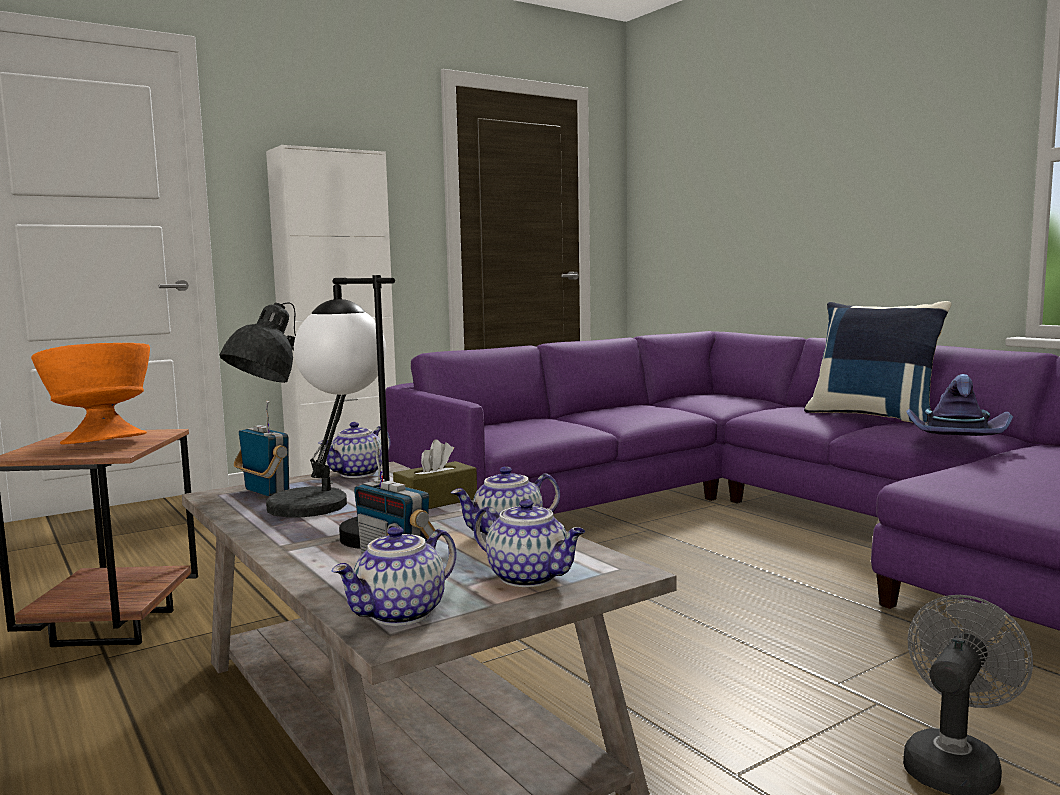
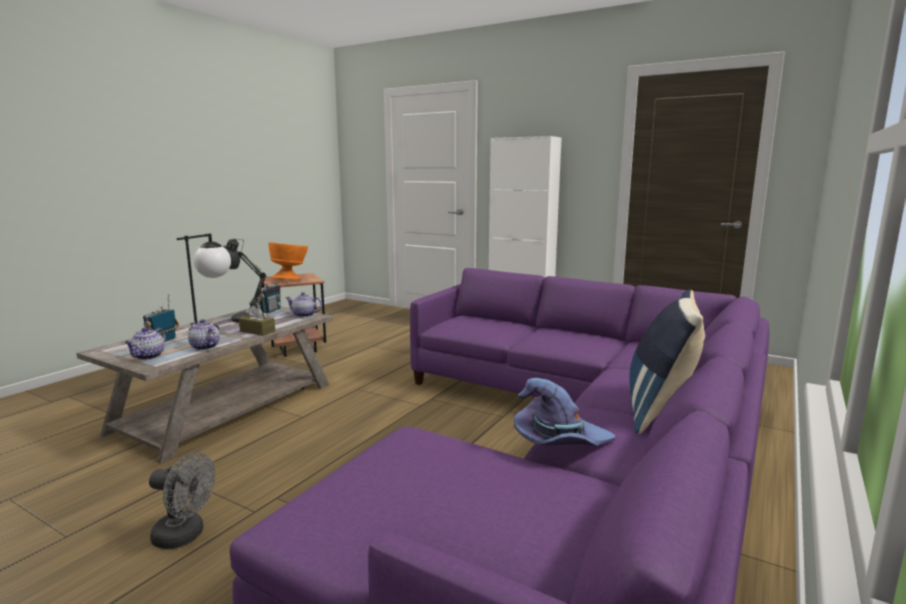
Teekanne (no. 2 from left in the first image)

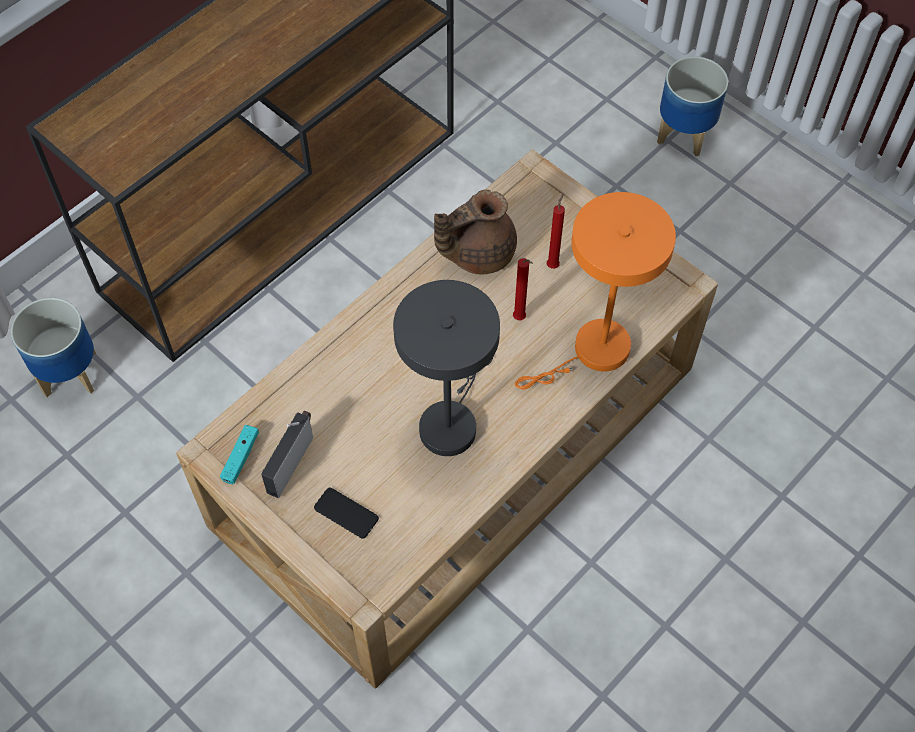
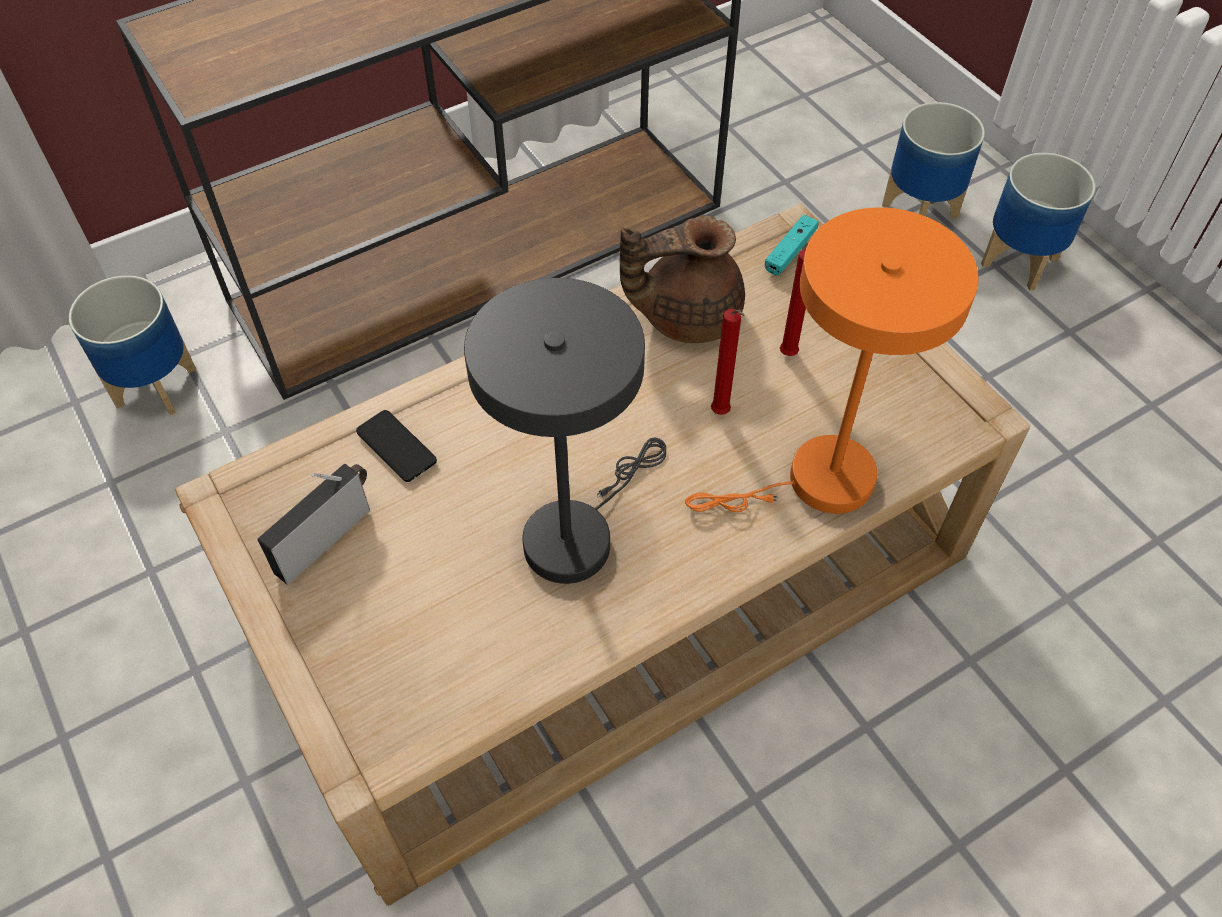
Pflanzkübel (no. 2 from left); Gamepad (türkis); Handy

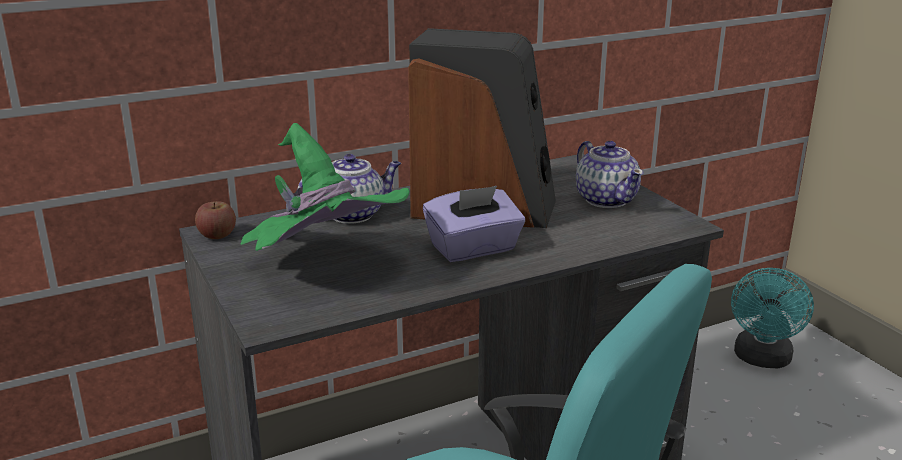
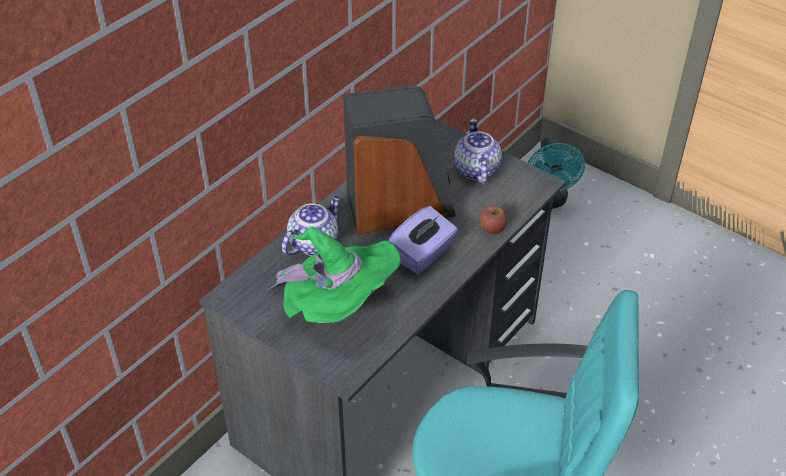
Apfel; Teekanne (no. 2 from left)

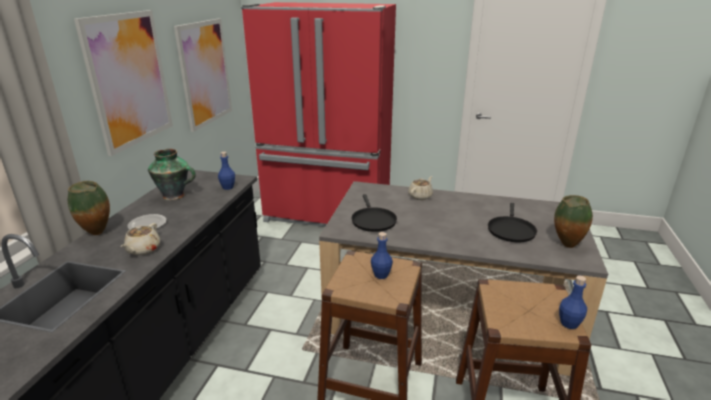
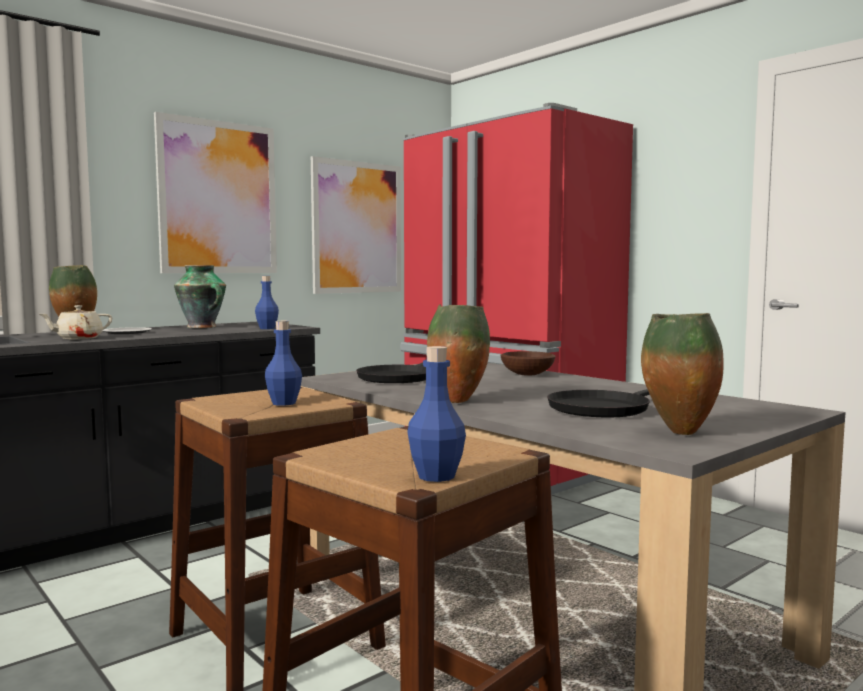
Vase (no. 3 from left); Schüssel (braun)

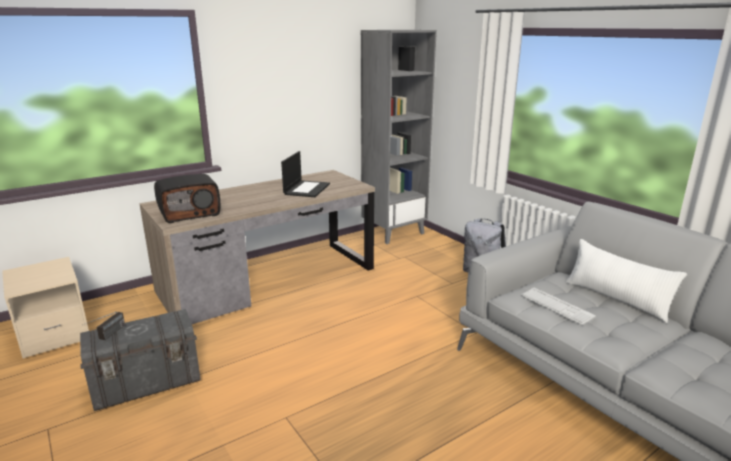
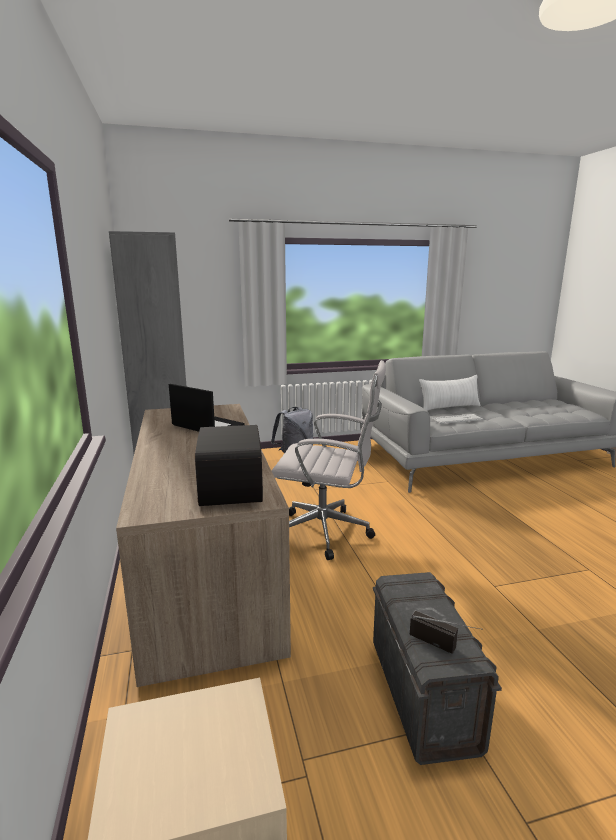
Bürostuhl (weiß)

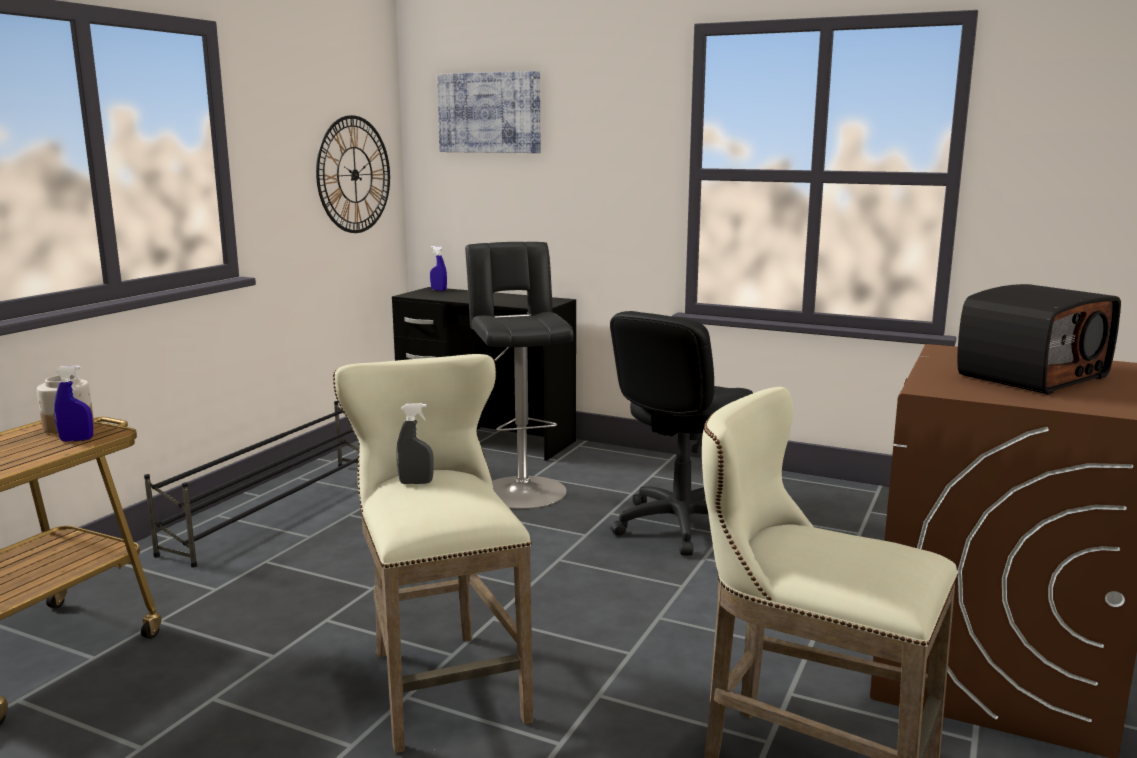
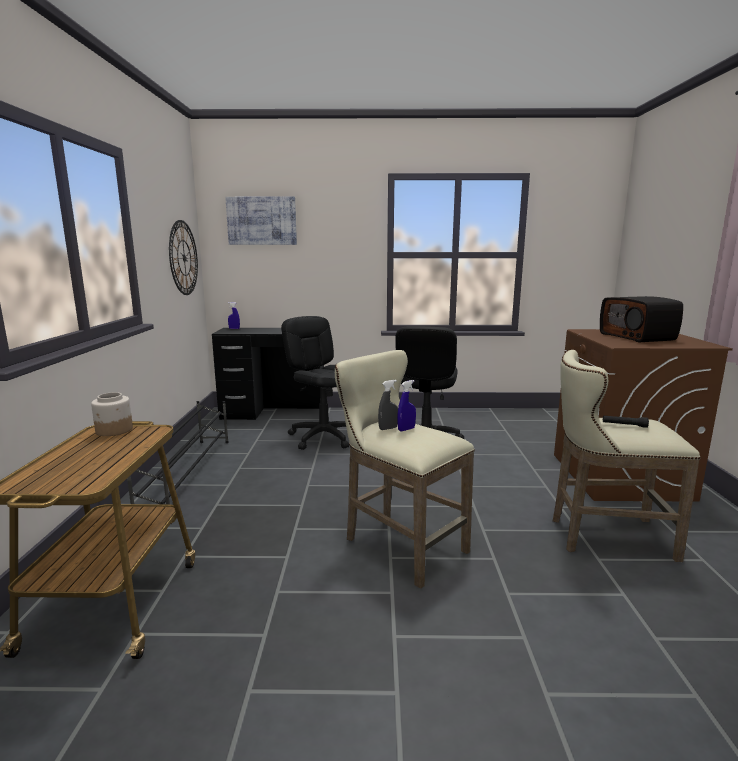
Taschenlampe (schwarz); Sprühflasche (blau) (no. 2 from left); Bürostuhl (schwarz) (no. 1 from left); Radio

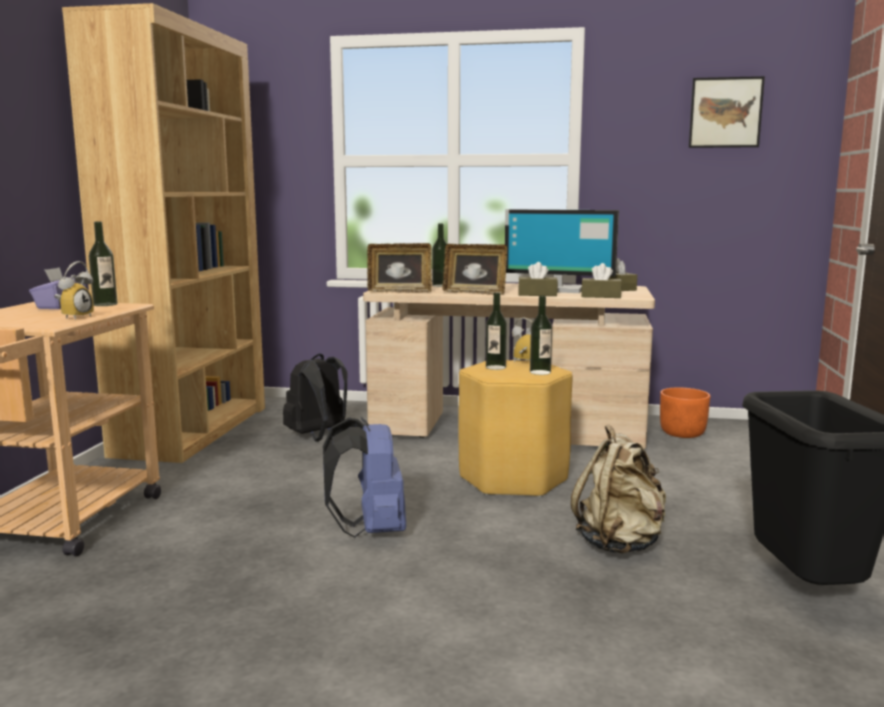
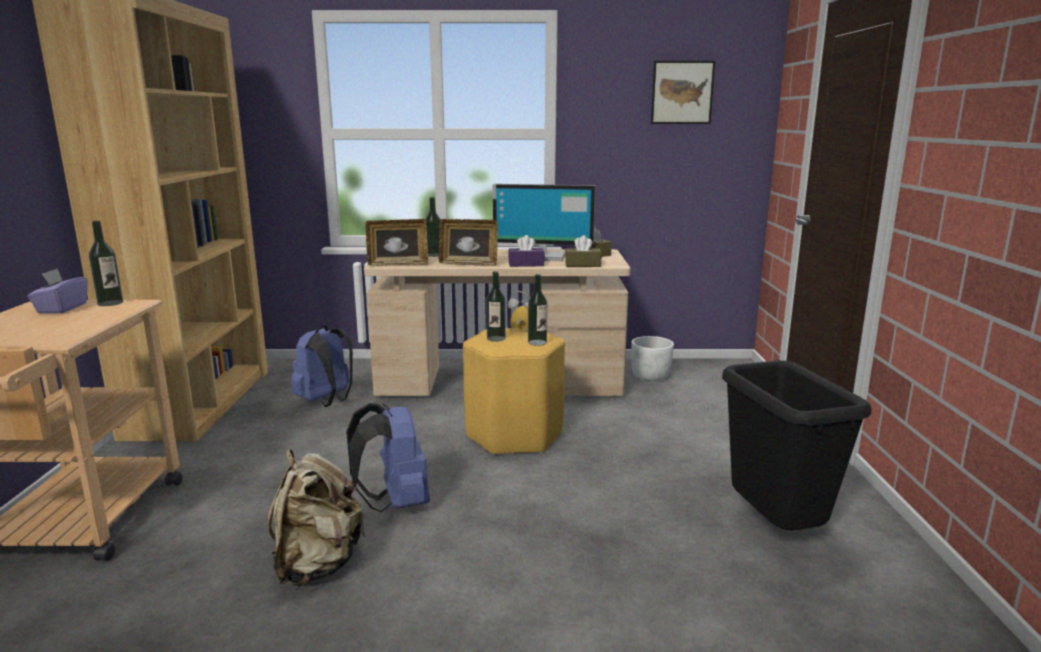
Wecker (no. 1 from left in the first image); Rucksack (beige); Rucksack (blau) (no. 1 from left); Taschentuchbox (lila) (no. 2 from left); Pflanzkübel (weiß)

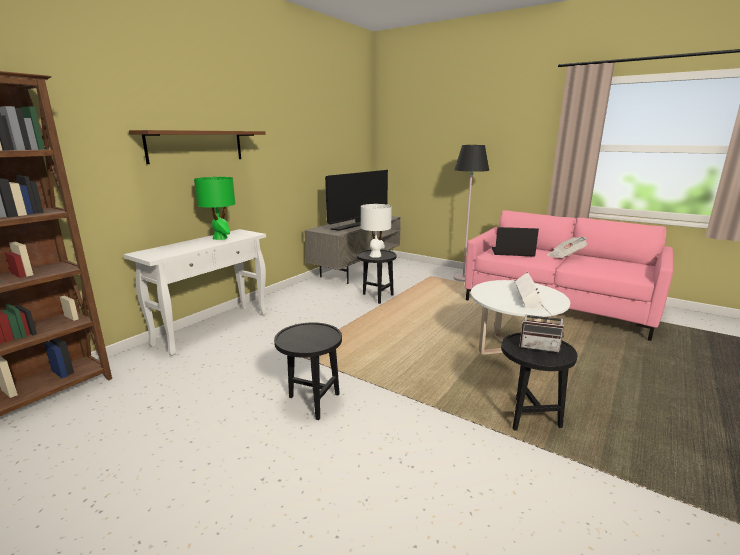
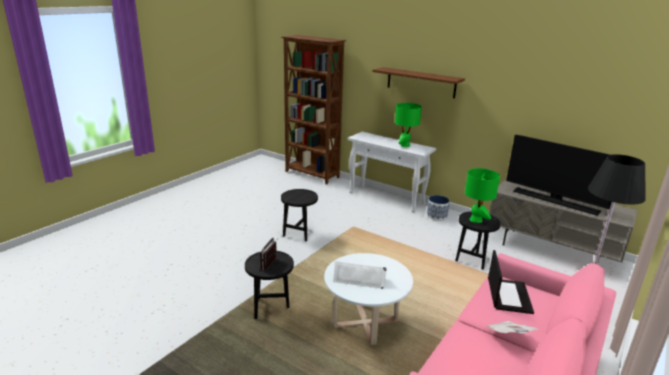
Pflanzkübel; Tischlampe (grün) (no. 2 from left)

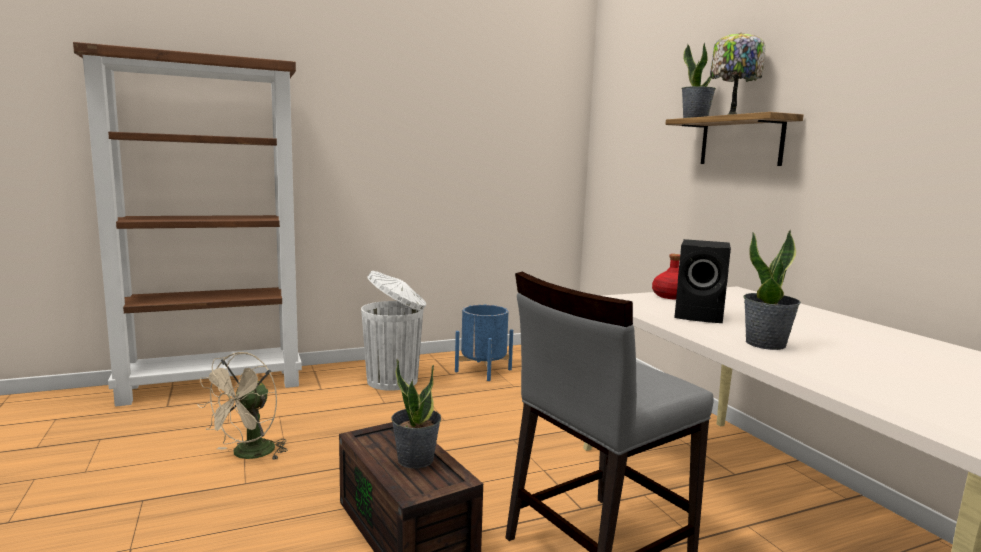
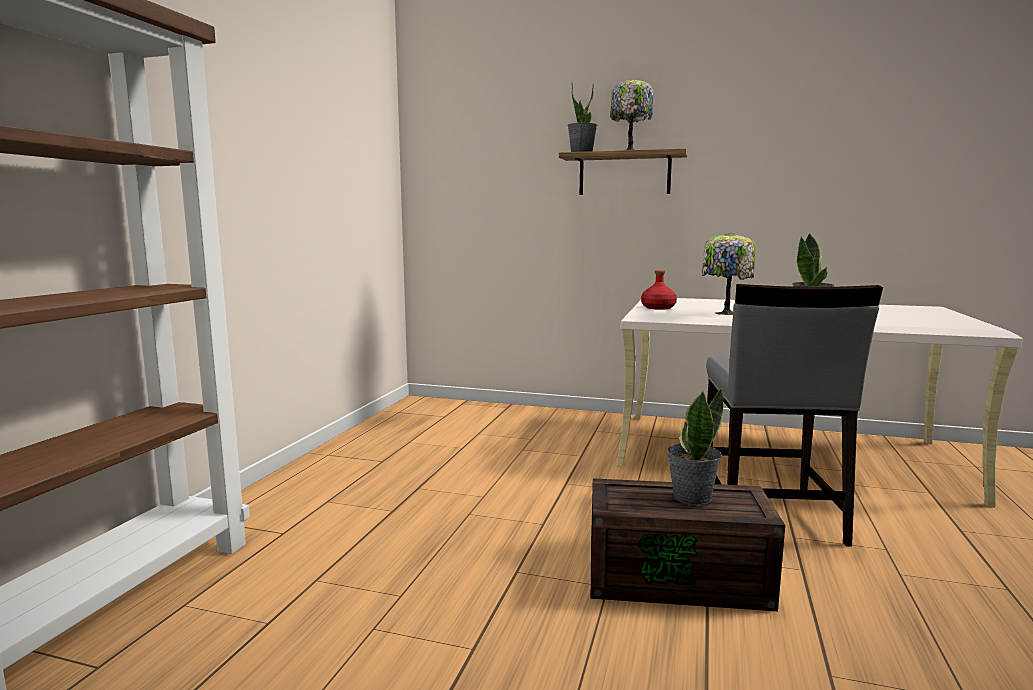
Ventilator (beige); Mülleimer (weiß); Pflanzkübel (blau); Tischlampe (no. 2 from left)

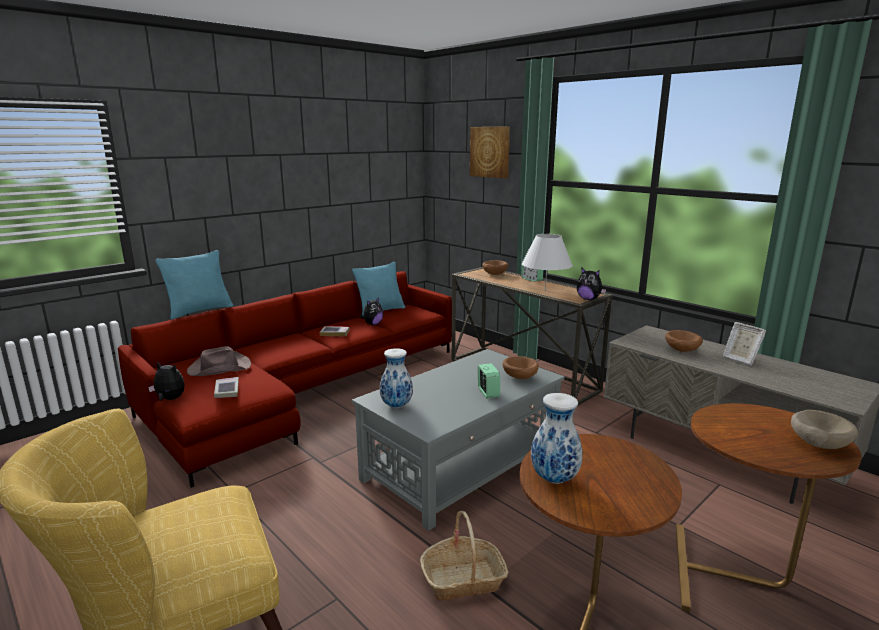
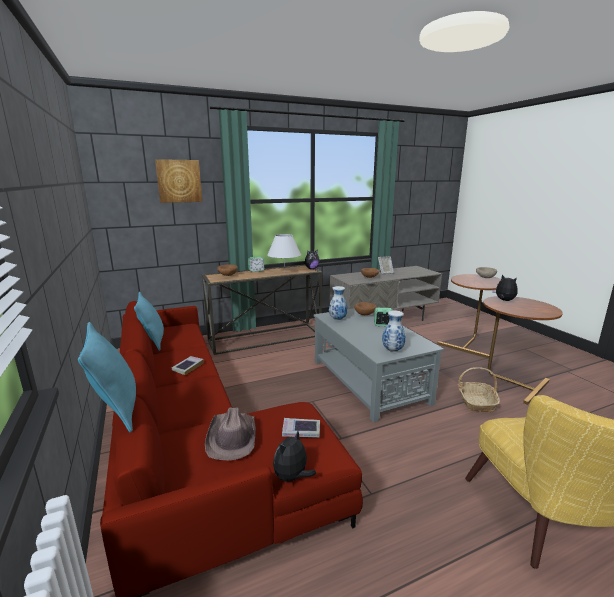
Plüschtier (no. 3 from left); Vase (no. 1 from left)

